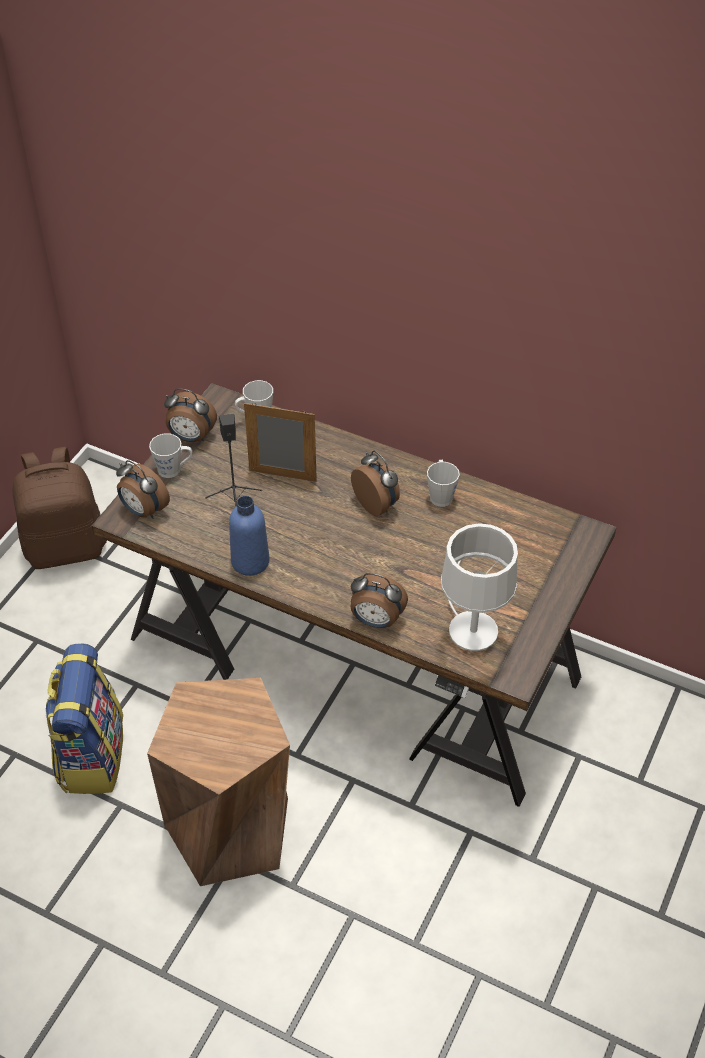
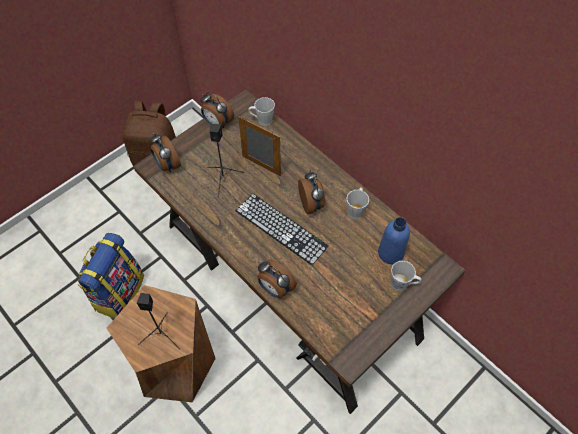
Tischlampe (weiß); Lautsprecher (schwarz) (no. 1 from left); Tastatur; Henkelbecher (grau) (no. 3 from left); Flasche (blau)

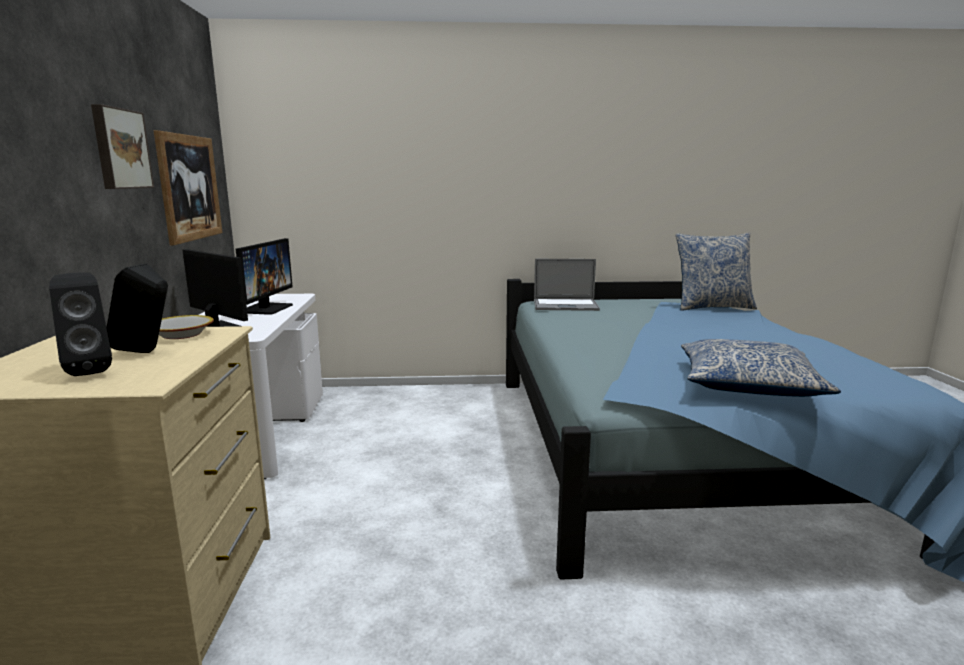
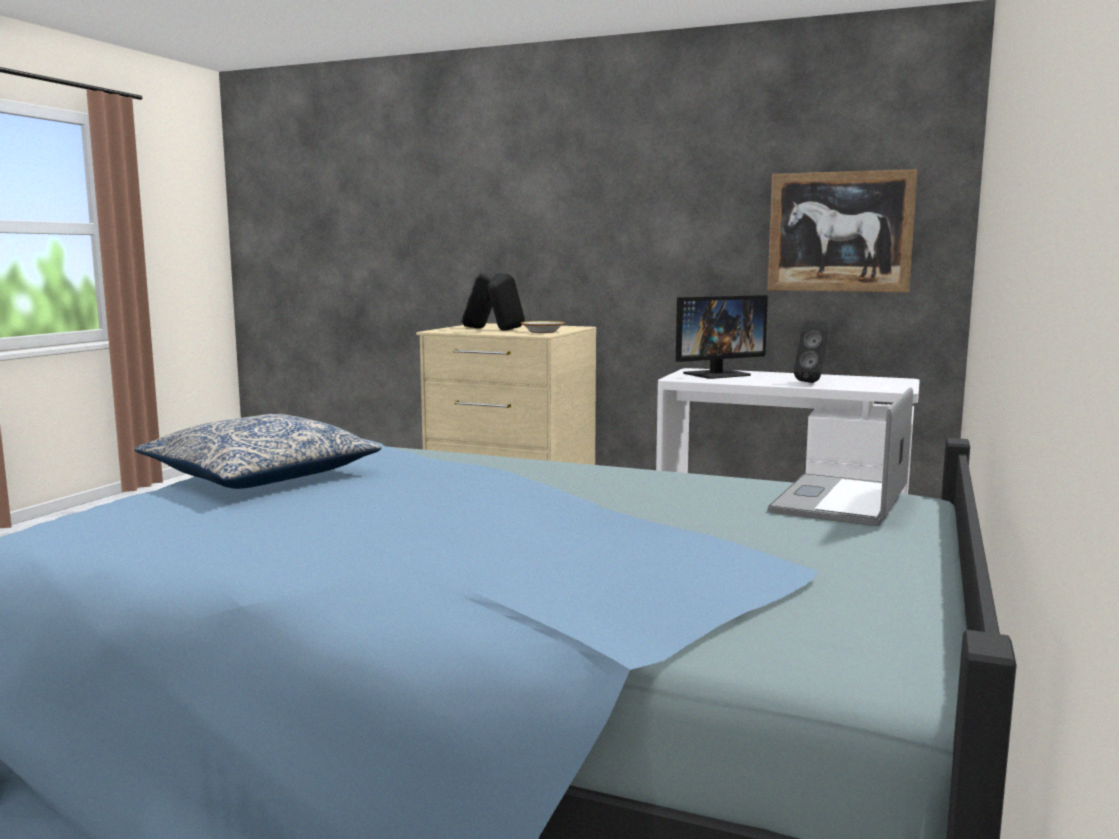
Bild (no. 1 from left in the first image); Kissen (no. 1 from left in the first image); Lautsprecher (schwarz) (no. 3 from left)

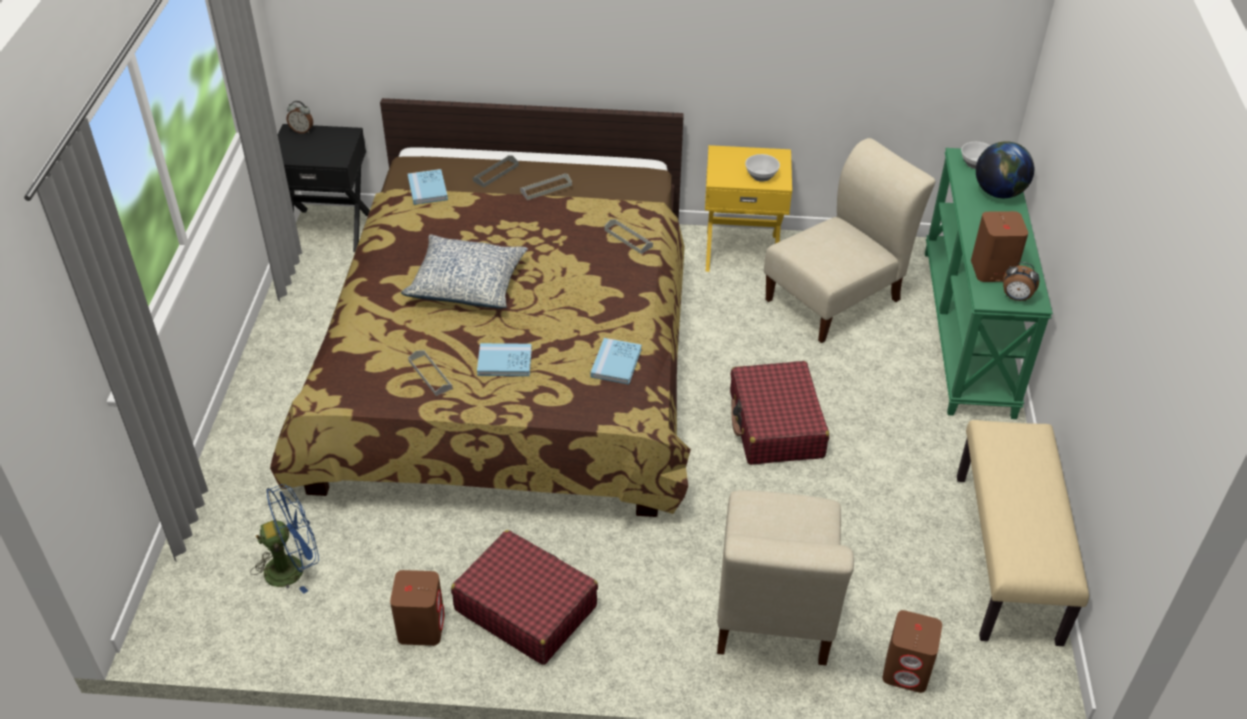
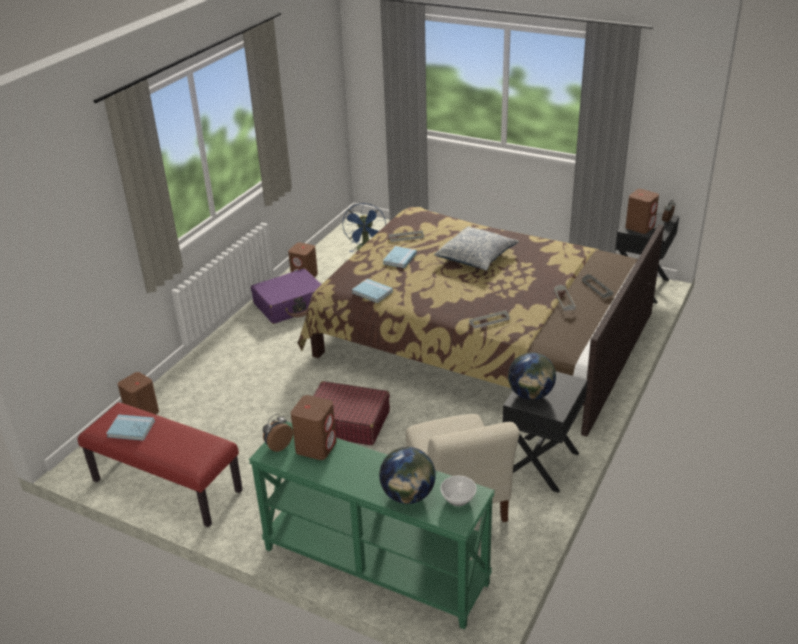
Stuhl (beige) (no. 1 from left in the first image); Lautsprecher (braun) (no. 4 from left); Buch (blau) (no. 1 from left); Globus (no. 2 from left); Koffer (lila); Nachttisch (schwarz) (no. 1 from left); Bank (rot)

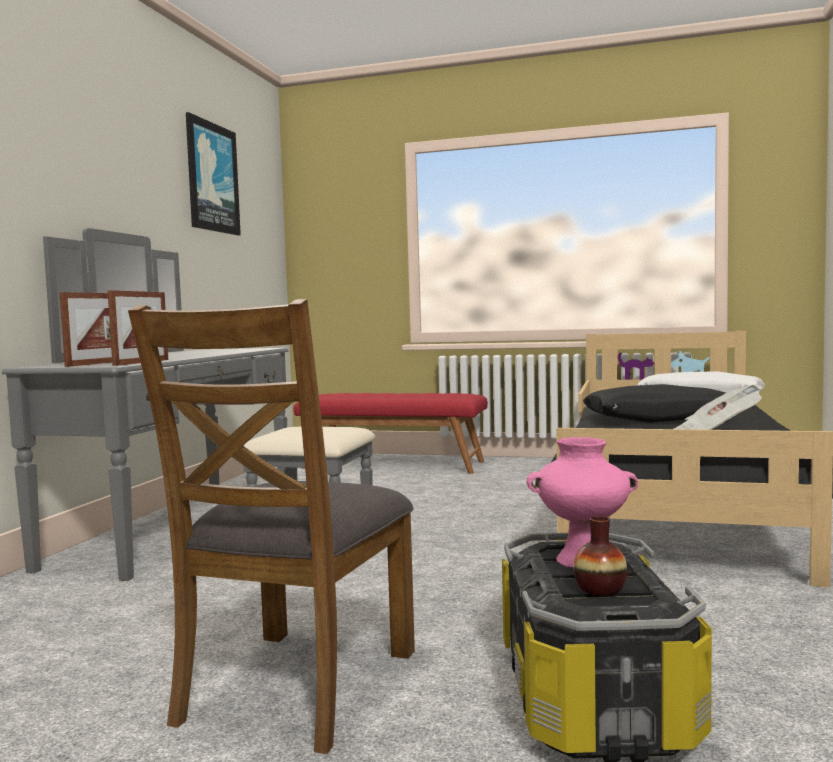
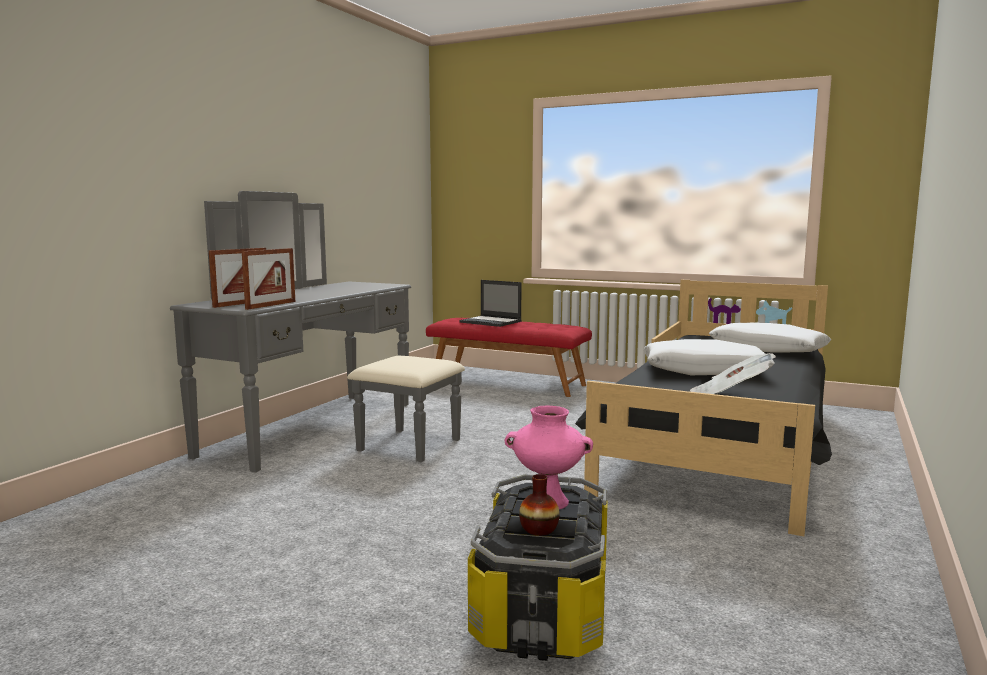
Stuhl (braun); Bild; Laptop; Kissen (weiß) (no. 1 from left)

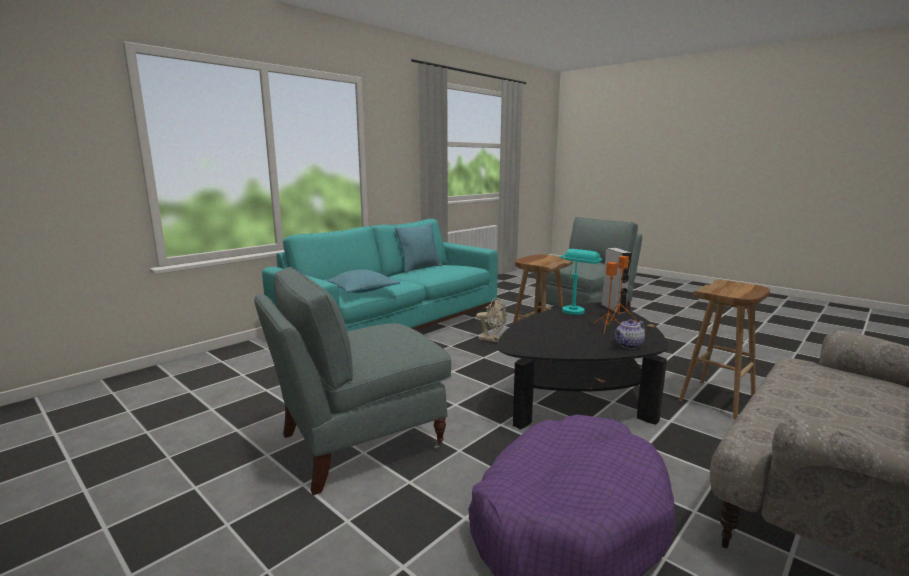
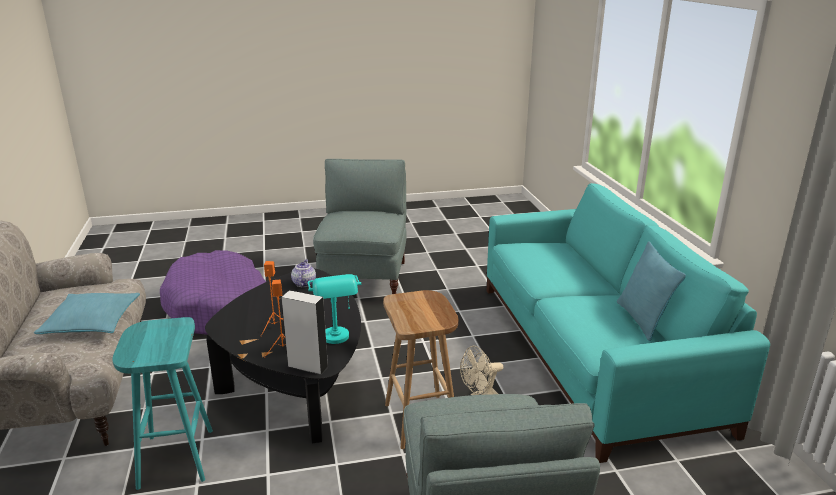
Kissen (türkis) (no. 1 from left); Teekanne; Hocker (türkis)

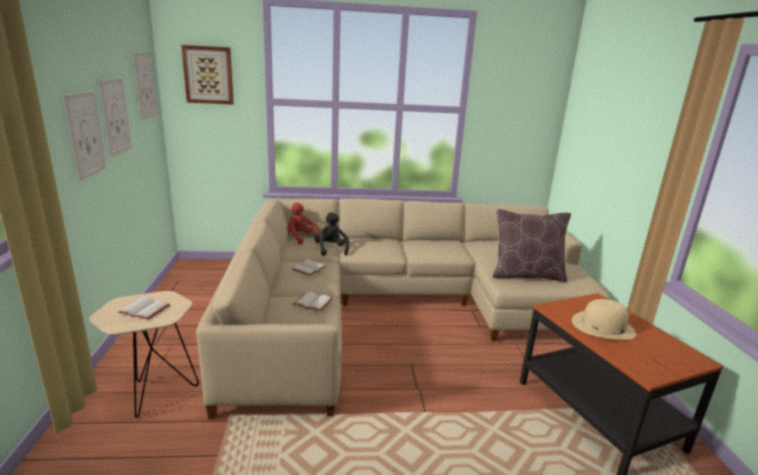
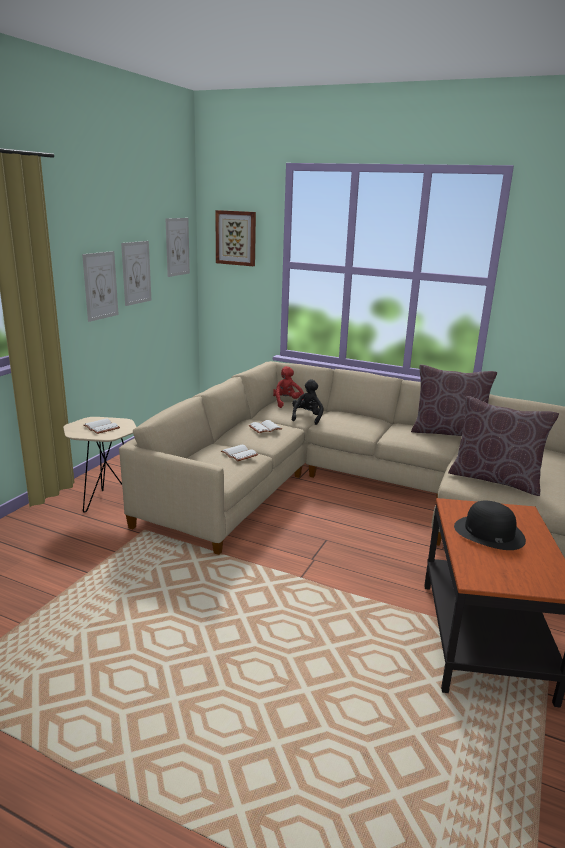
Kissen (braun) (no. 1 from left); Hut (schwarz)

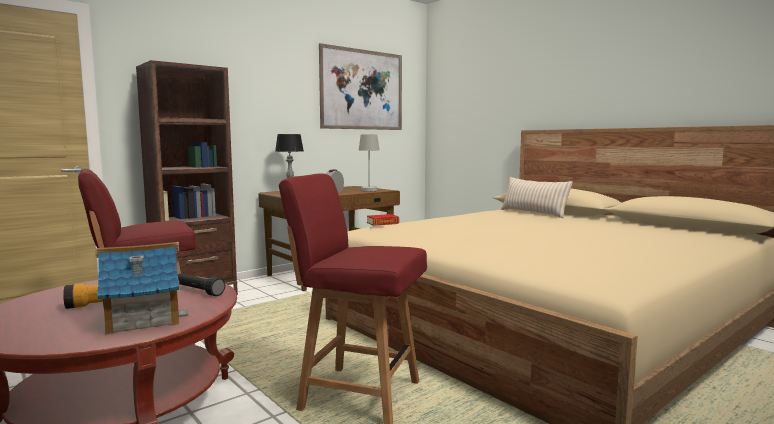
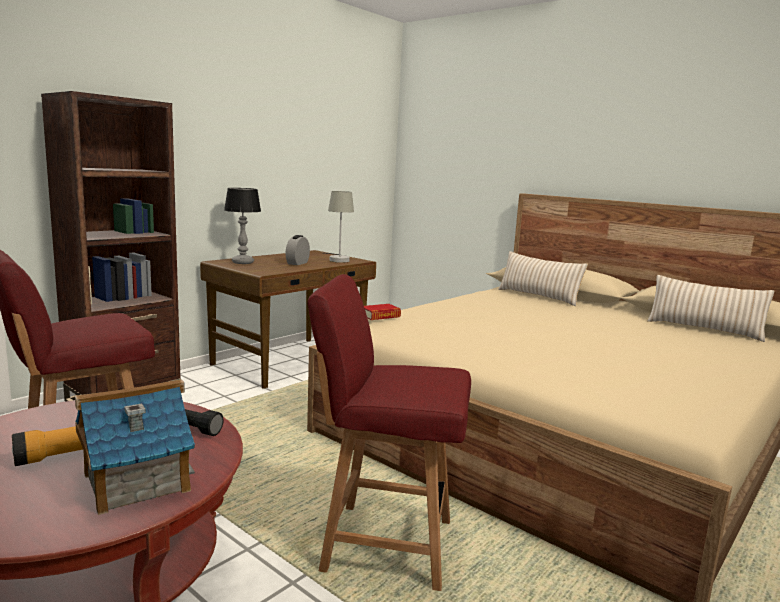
Bild; Kissen (beige) (no. 2 from left)

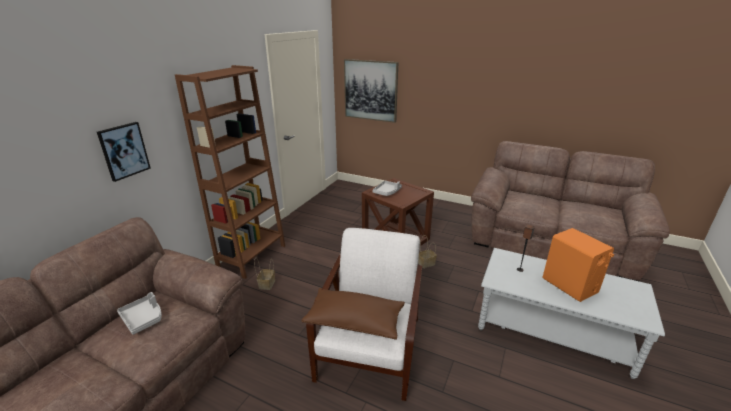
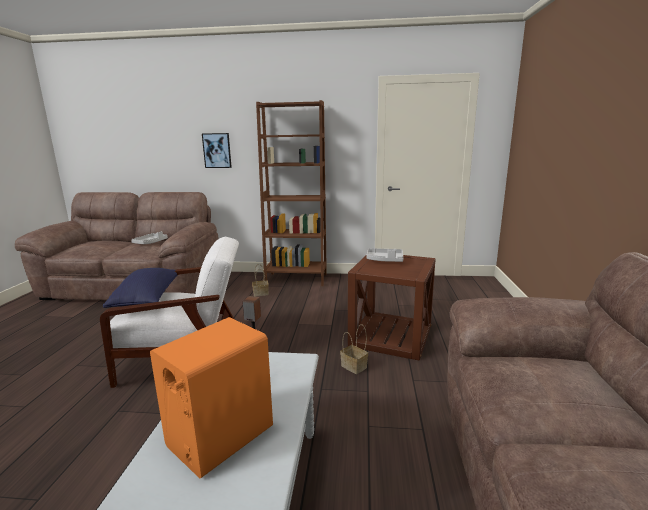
Bild (no. 2 from left in the first image); Kissen (blau)

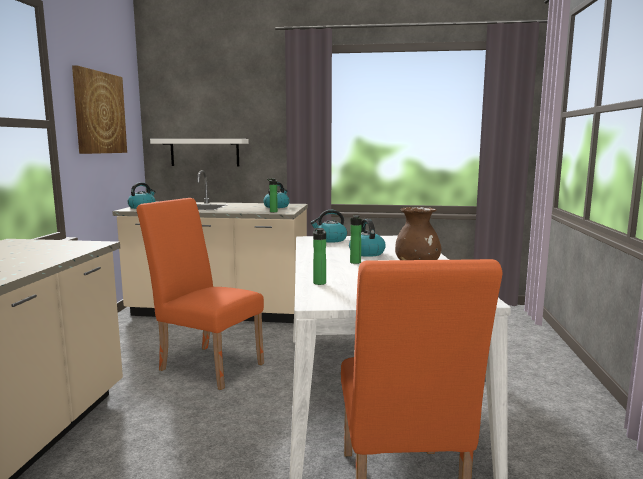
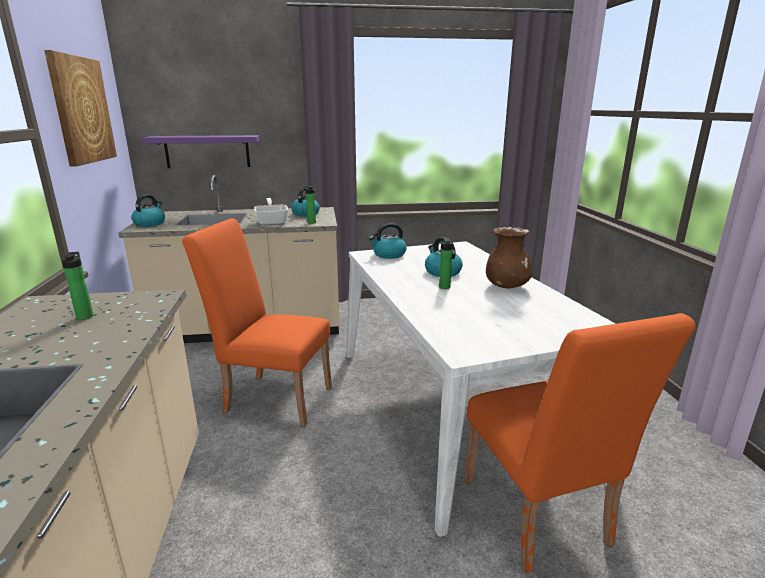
Pfanne; Flasche (no. 1 from left); Wandregal (lila)

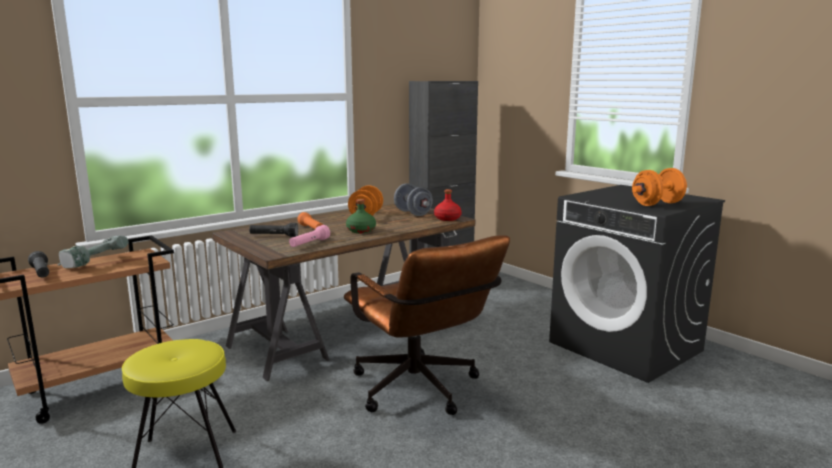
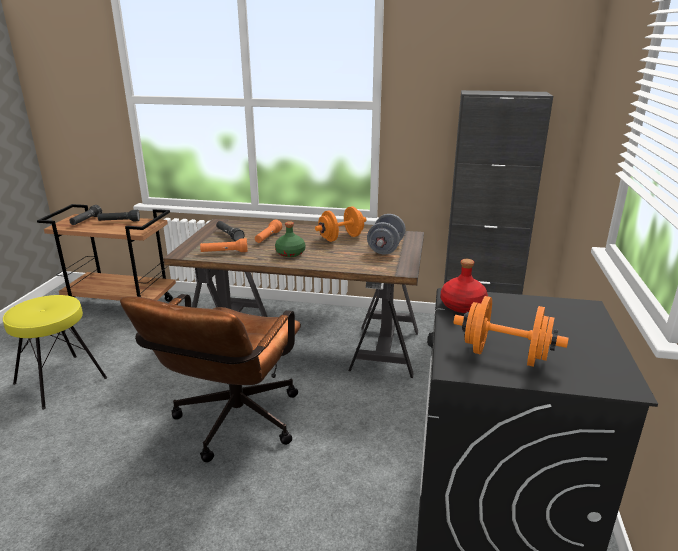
Flasche (rot); Taschenlampe (schwarz) (no. 2 from left); Taschenlampe (orange) (no. 1 from left)

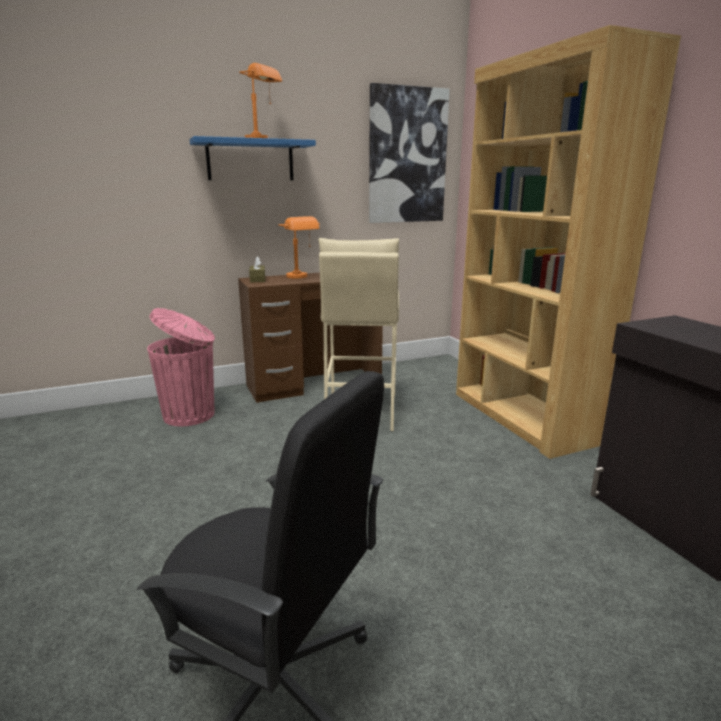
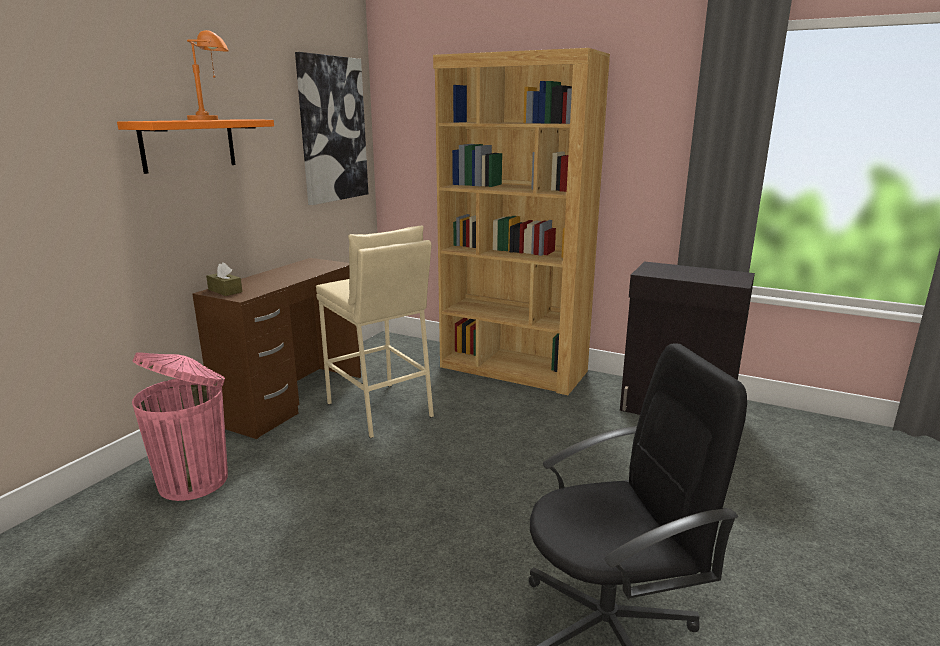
Tischlampe (orange) (no. 2 from left in the first image); Wandregal (orange)

